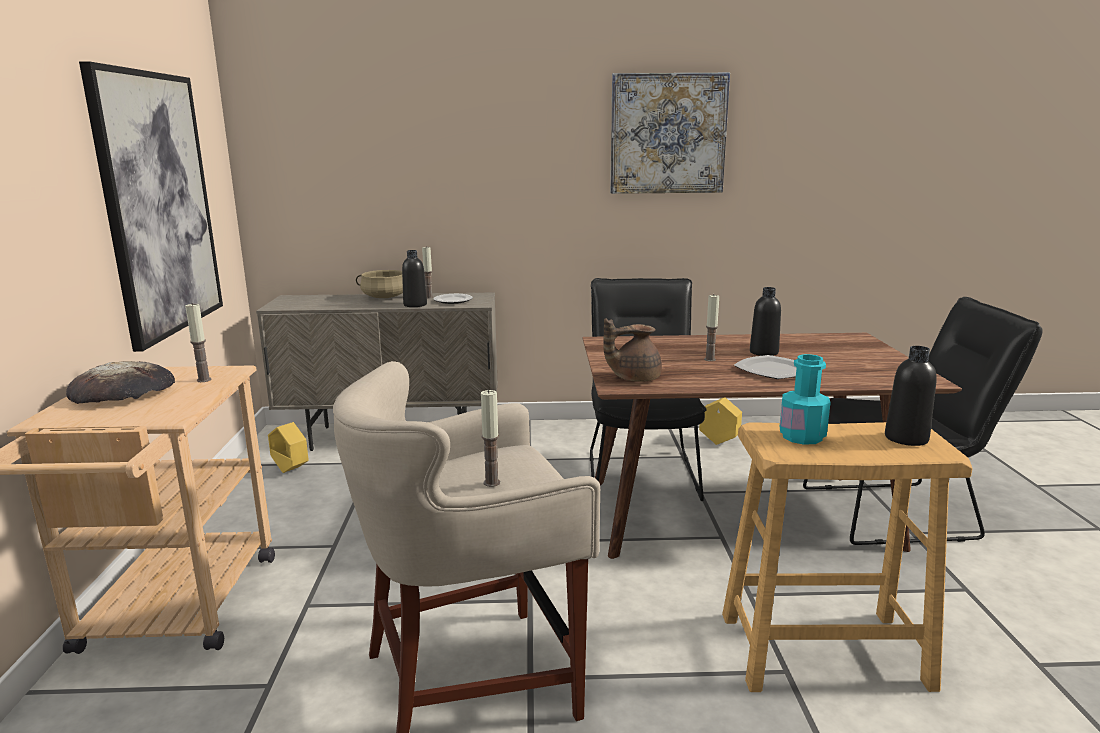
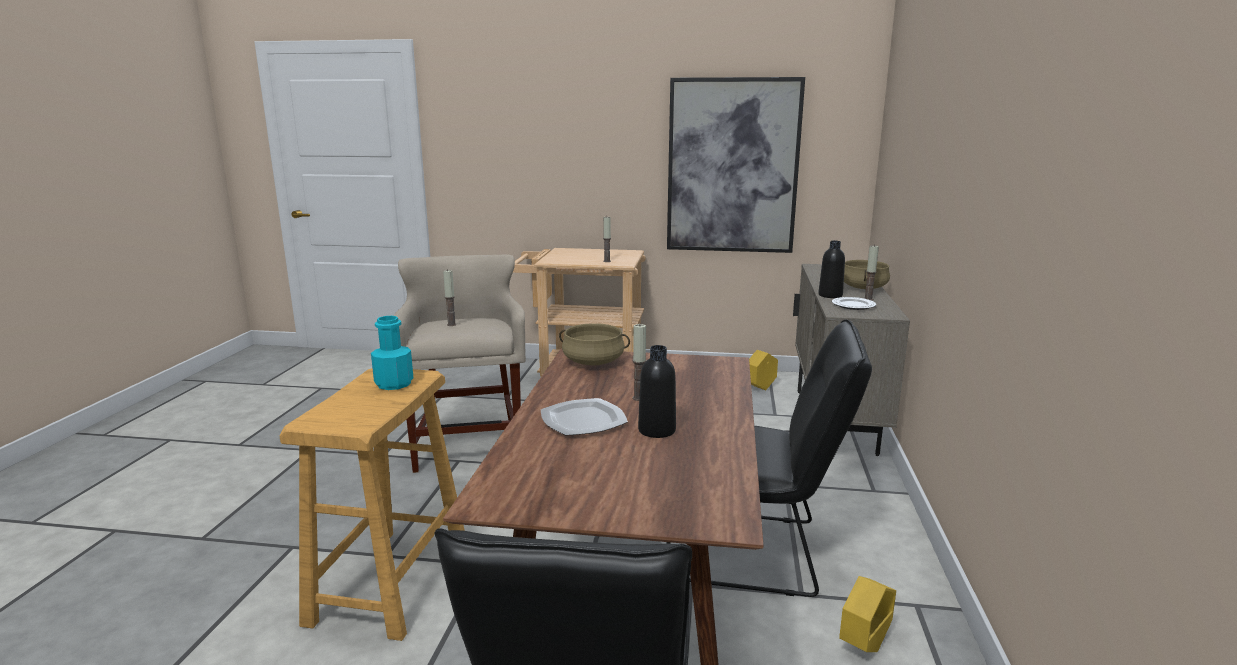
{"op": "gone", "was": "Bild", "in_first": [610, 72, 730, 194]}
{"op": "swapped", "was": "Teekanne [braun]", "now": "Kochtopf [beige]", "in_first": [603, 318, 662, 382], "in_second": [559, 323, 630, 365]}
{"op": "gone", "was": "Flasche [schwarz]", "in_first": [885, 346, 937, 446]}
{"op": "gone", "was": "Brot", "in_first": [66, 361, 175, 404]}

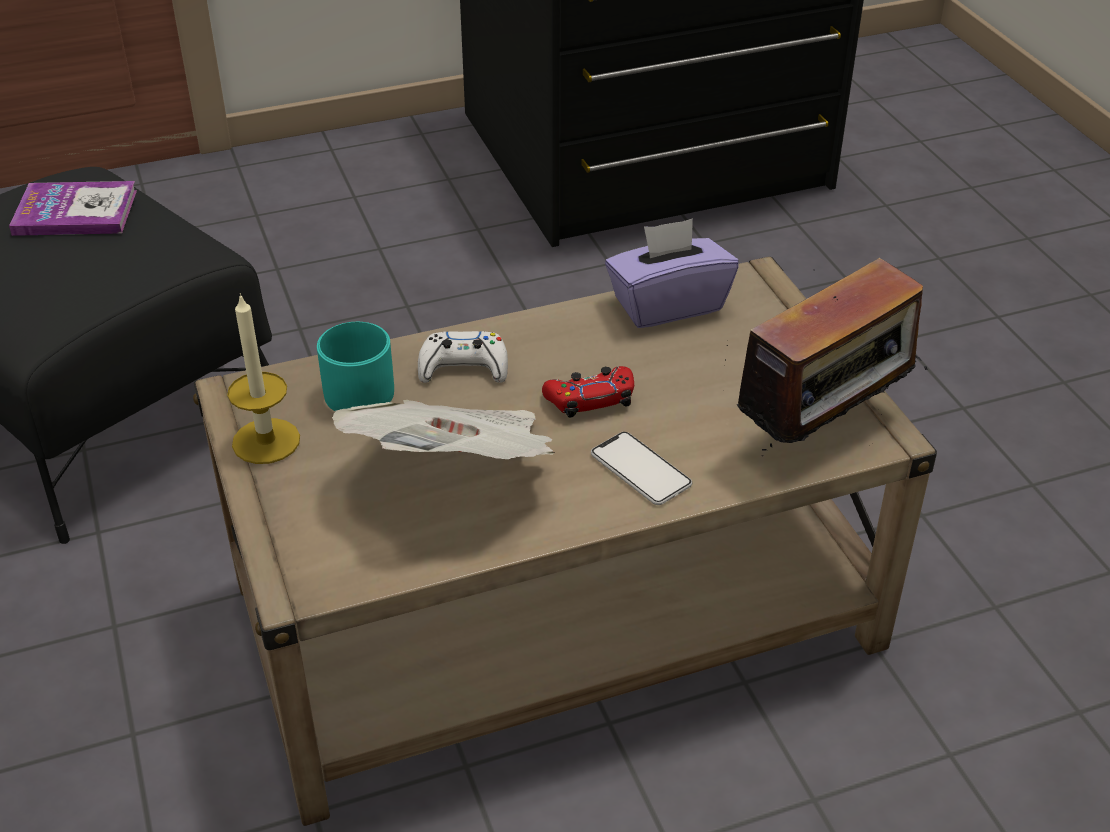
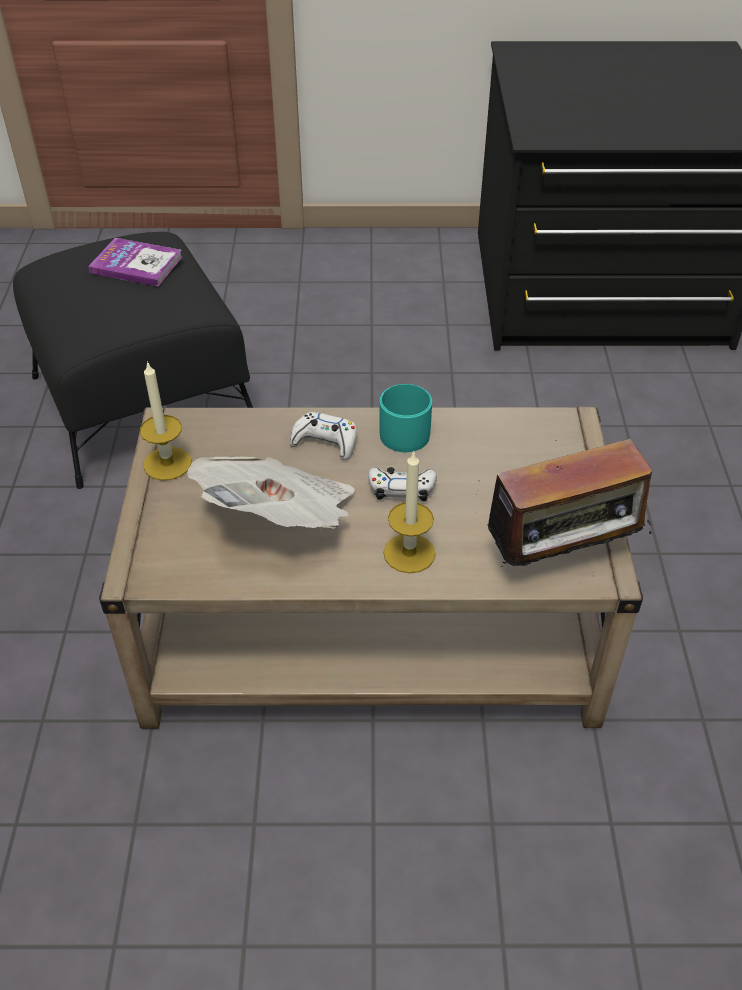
{"op": "gone", "was": "Taschentuchbox [lila]", "in_first": [605, 219, 739, 328]}
{"op": "shifted", "was": "Henkelbecher [türkis]", "in_first": [317, 322, 394, 411], "in_second": [379, 384, 432, 452]}
{"op": "repainted", "was": "Gamepad [rot]", "now": "Gamepad [weiß]", "in_first": [542, 366, 634, 418], "in_second": [368, 467, 437, 501]}
{"op": "swapped", "was": "Handy", "now": "Kerze", "in_first": [591, 432, 692, 505], "in_second": [383, 450, 436, 573]}

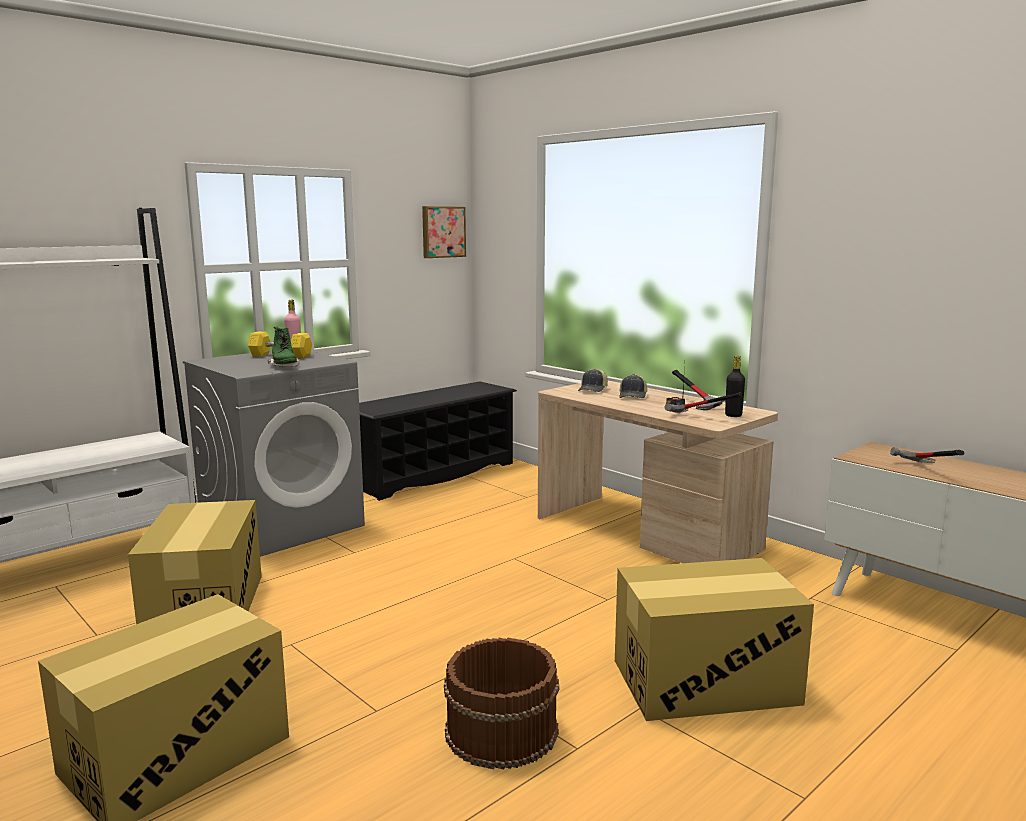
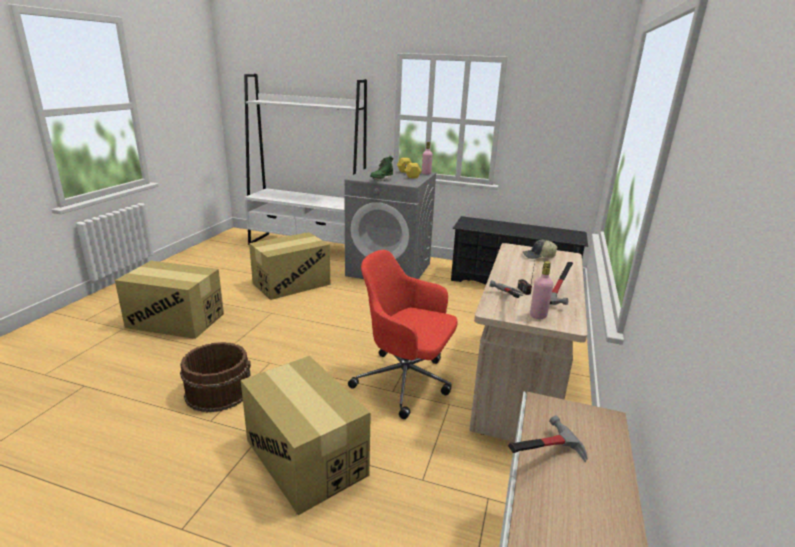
{"op": "gone", "was": "Bild", "in_first": [422, 206, 466, 258]}
{"op": "repainted", "was": "Flasche [schwarz]", "now": "Flasche [rosa]", "in_first": [725, 356, 745, 417], "in_second": [530, 261, 553, 319]}
{"op": "gone", "was": "Kappe", "in_first": [619, 374, 647, 398]}
{"op": "new", "now": "Bürostuhl [rot]", "in_second": [348, 250, 458, 419]}

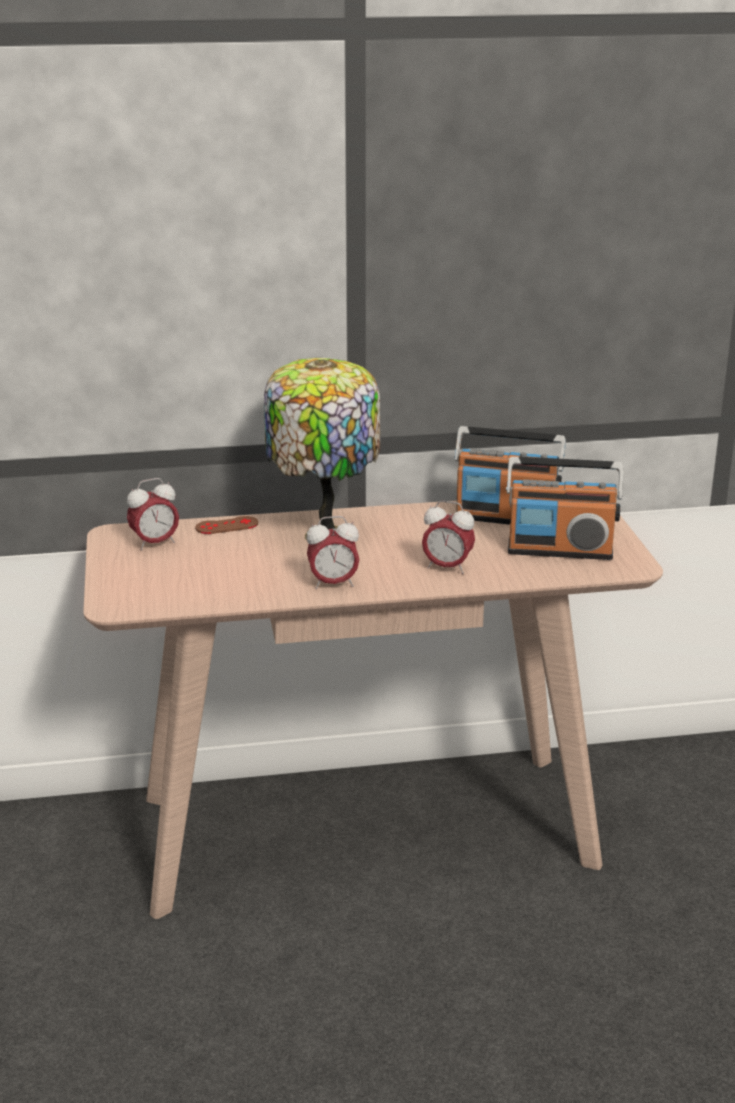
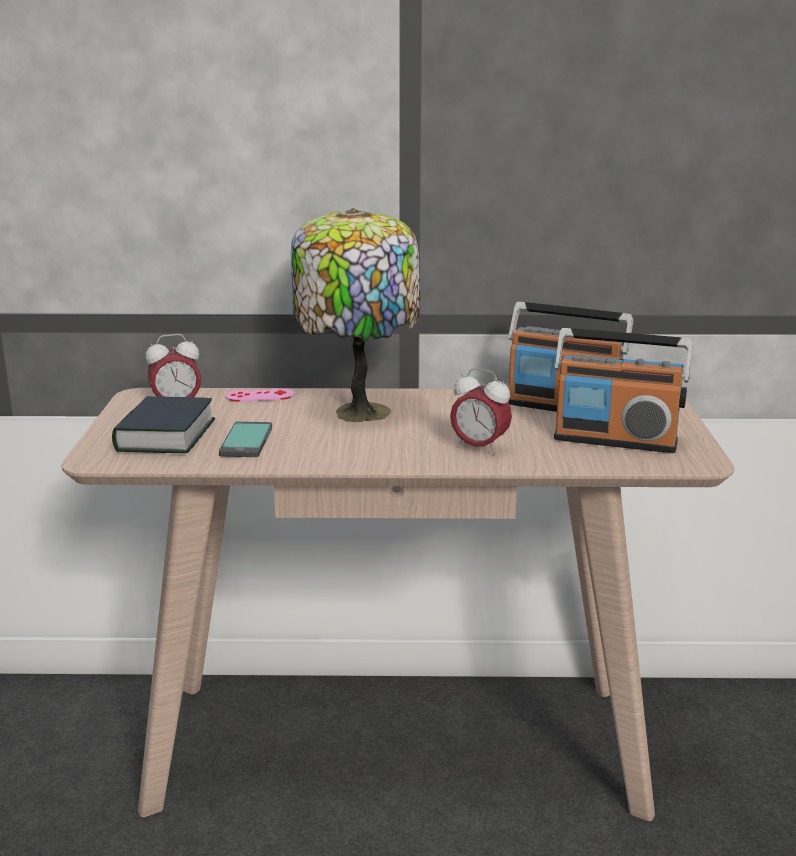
{"op": "repainted", "was": "Gamepad [braun]", "now": "Gamepad [rosa]", "in_first": [195, 516, 258, 534], "in_second": [226, 388, 294, 402]}
{"op": "gone", "was": "Wecker", "in_first": [306, 516, 359, 589]}
{"op": "new", "now": "Buch", "in_second": [112, 396, 215, 453]}
{"op": "new", "now": "Handy", "in_second": [219, 421, 272, 457]}

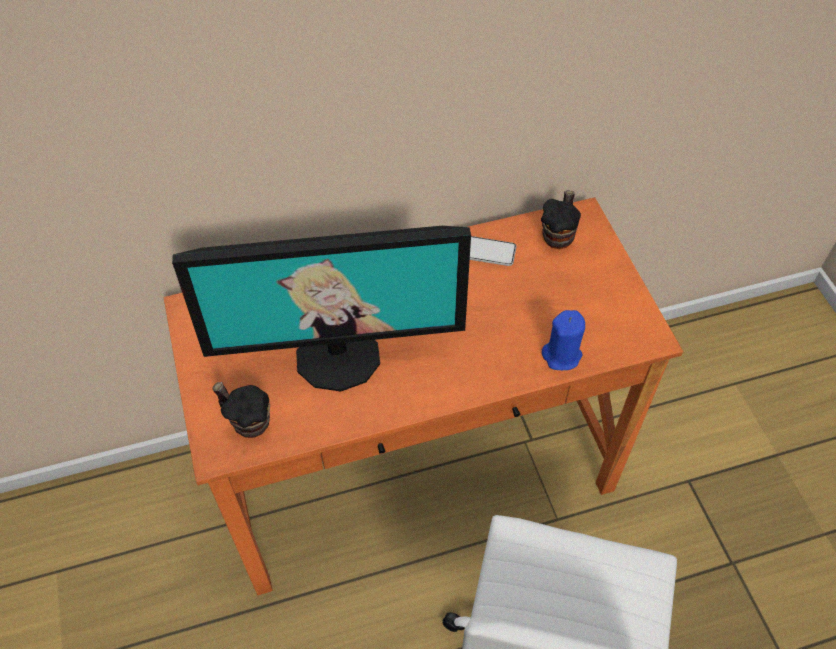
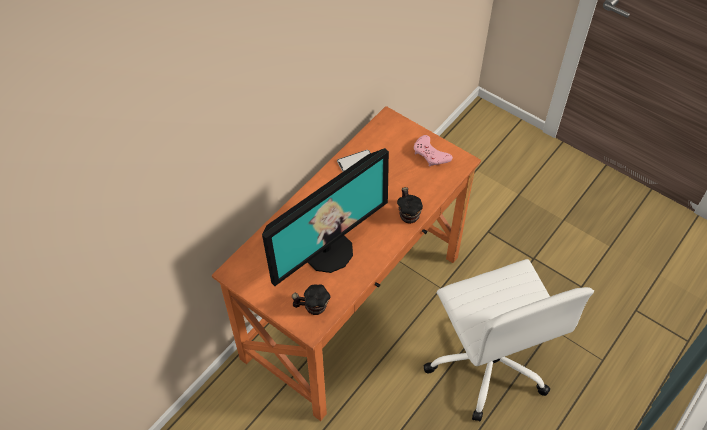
{"op": "shifted", "was": "Henkelbecher", "in_first": [541, 190, 581, 249], "in_second": [397, 187, 423, 224]}
{"op": "gone", "was": "Kerze [blau]", "in_first": [542, 310, 585, 370]}
{"op": "new", "now": "Gamepad [rosa]", "in_second": [414, 135, 453, 167]}

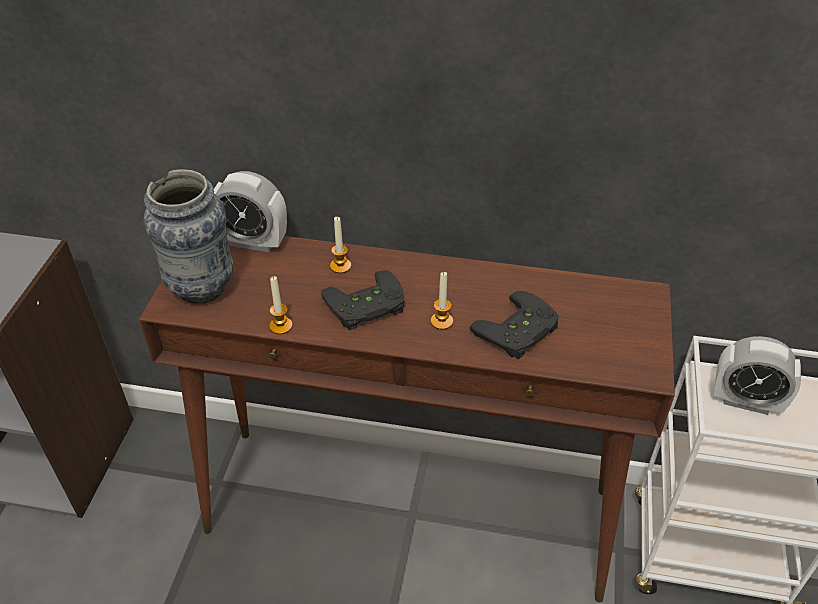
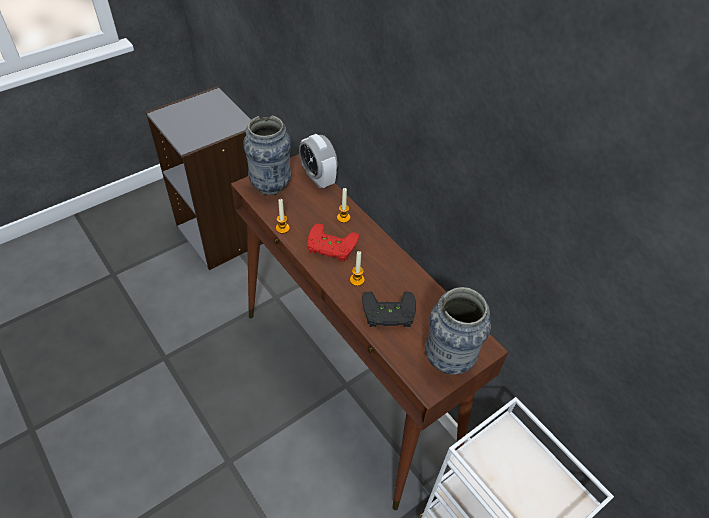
{"op": "repainted", "was": "Gamepad [schwarz]", "now": "Gamepad [rot]", "in_first": [321, 270, 405, 330], "in_second": [308, 224, 359, 262]}
{"op": "gone", "was": "Wecker", "in_first": [714, 336, 801, 415]}
{"op": "new", "now": "Vase", "in_second": [425, 287, 491, 375]}

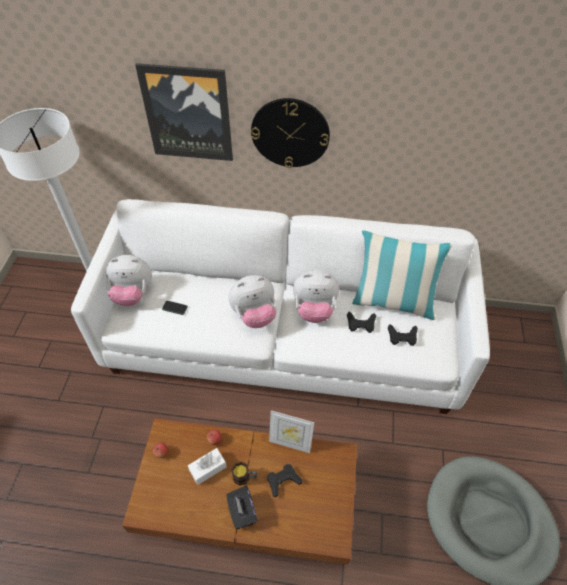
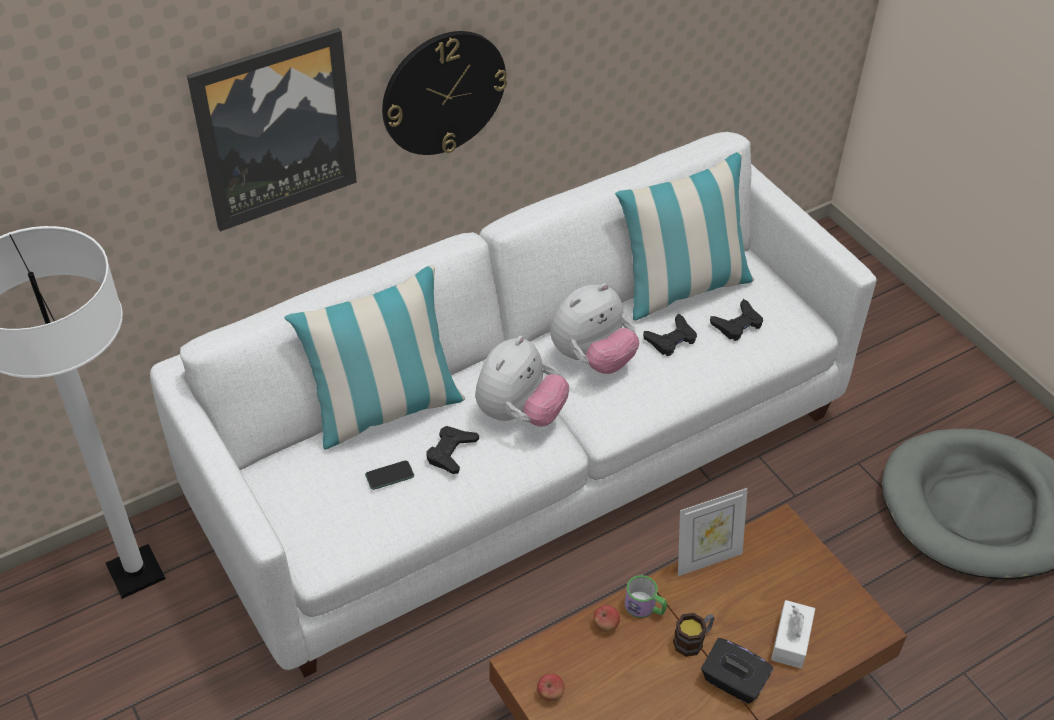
{"op": "gone", "was": "Plüschtier", "in_first": [106, 255, 152, 306]}
{"op": "shifted", "was": "Taschentuchbox [weiß]", "in_first": [188, 448, 227, 485], "in_second": [771, 600, 815, 669]}
{"op": "shifted", "was": "Gamepad [schwarz]", "in_first": [267, 464, 302, 498], "in_second": [427, 426, 479, 474]}
{"op": "new", "now": "Kissen", "in_second": [284, 265, 465, 450]}
{"op": "new", "now": "Henkelbecher", "in_second": [625, 575, 667, 618]}

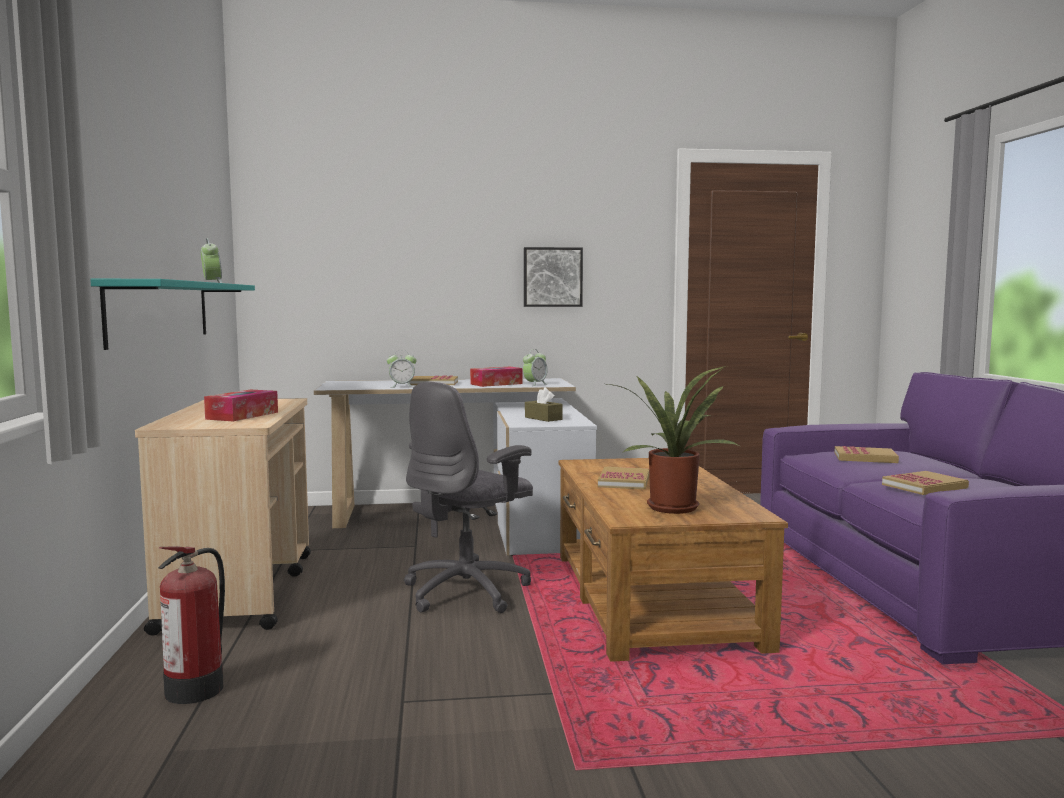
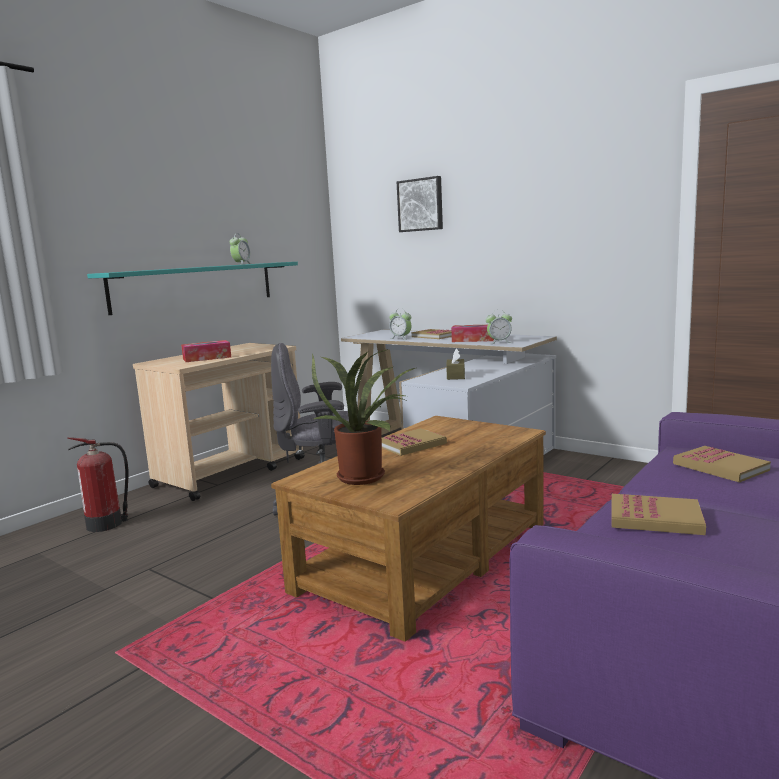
{"op": "shifted", "was": "Bild", "in_first": [524, 247, 583, 307], "in_second": [397, 176, 443, 232]}

